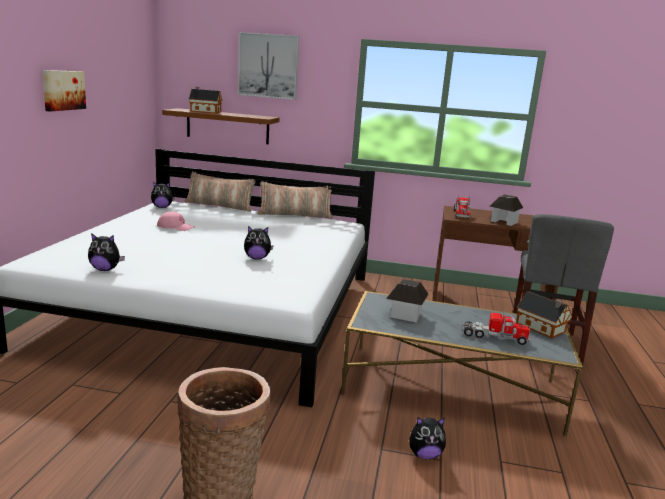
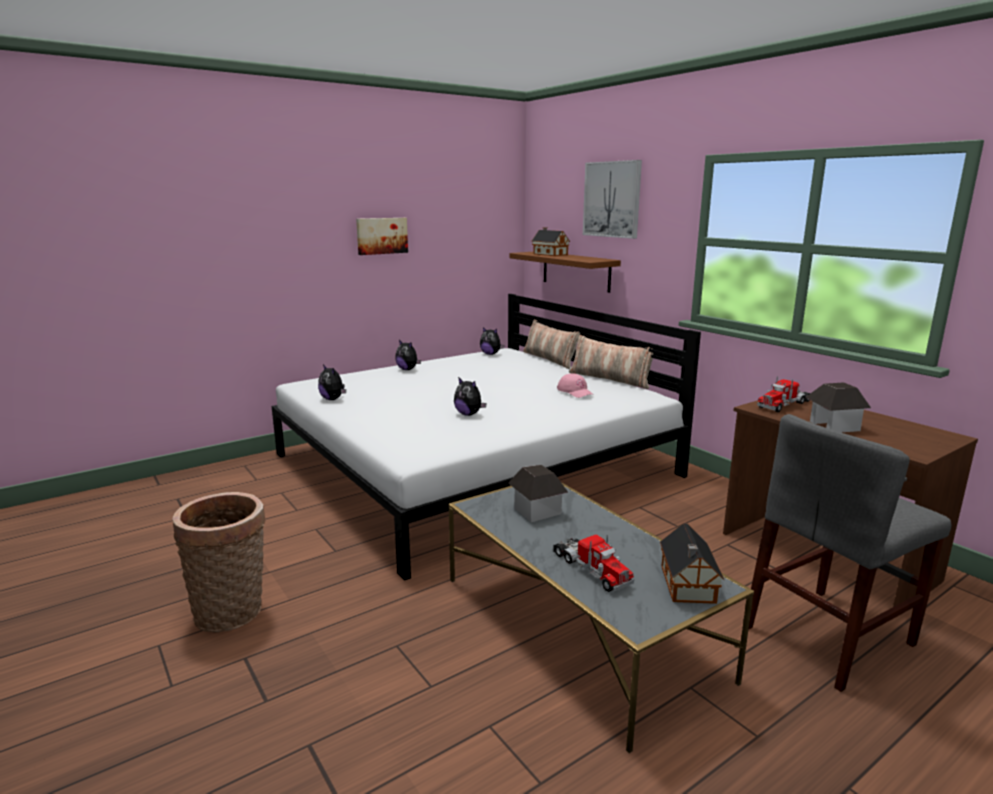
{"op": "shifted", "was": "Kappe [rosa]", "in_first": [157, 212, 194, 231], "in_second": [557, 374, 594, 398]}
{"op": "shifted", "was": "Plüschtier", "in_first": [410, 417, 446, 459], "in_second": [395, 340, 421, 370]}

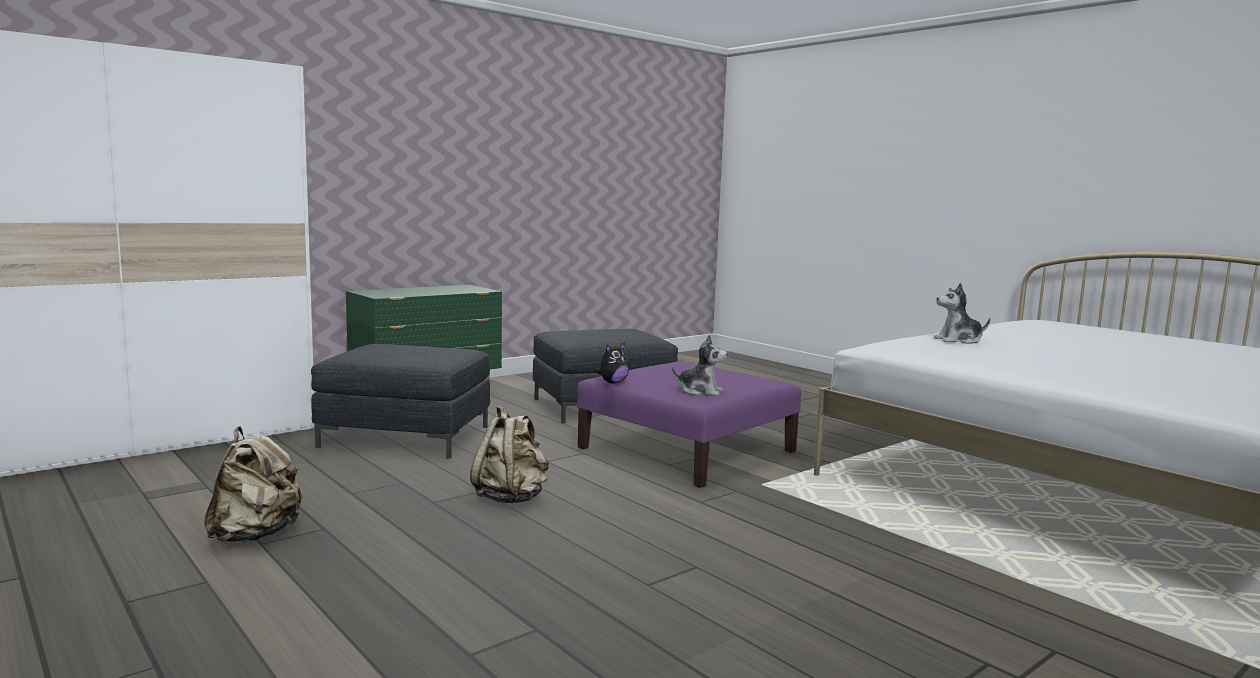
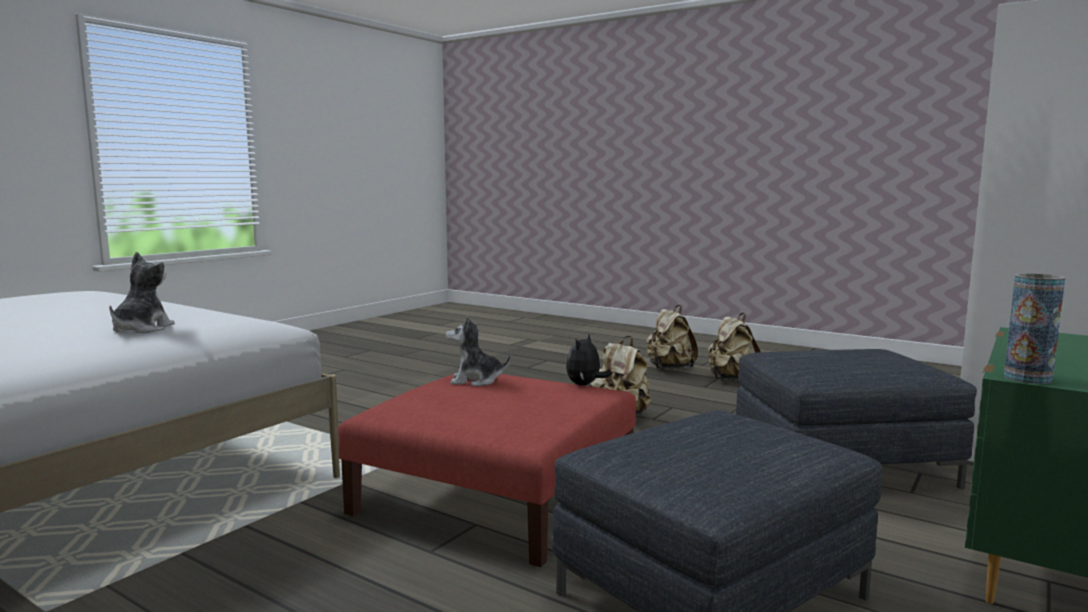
{"op": "rotated", "was": "Plüschtier", "in_first": [934, 283, 990, 344], "in_second": [109, 252, 175, 333], "clockwise": -60}
{"op": "repainted", "was": "Polsterhocker [lila]", "now": "Polsterhocker [rot]", "in_first": [577, 361, 802, 488], "in_second": [338, 374, 636, 567]}
{"op": "new", "now": "Vase", "in_second": [1004, 273, 1065, 384]}
{"op": "new", "now": "Rucksack [beige]", "in_second": [646, 305, 698, 369]}

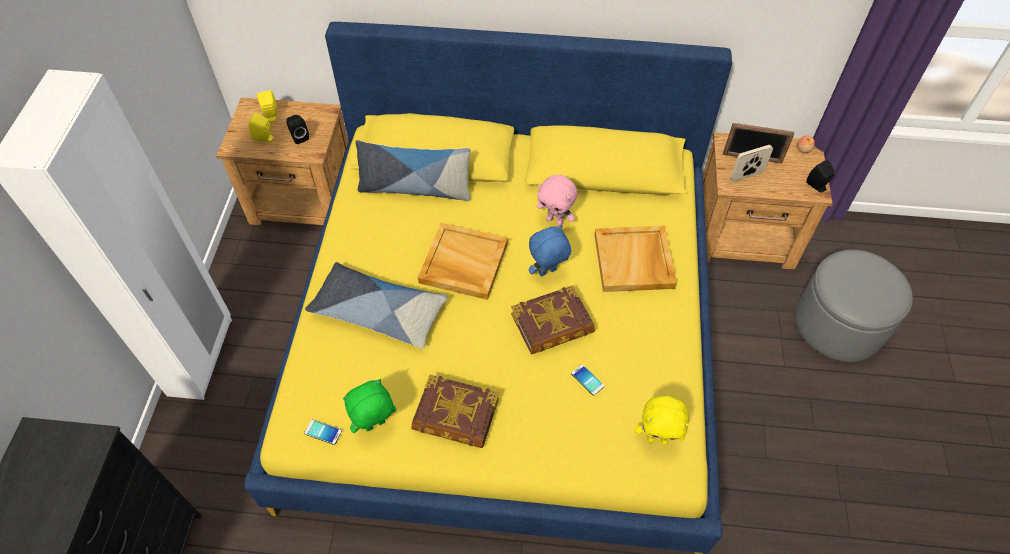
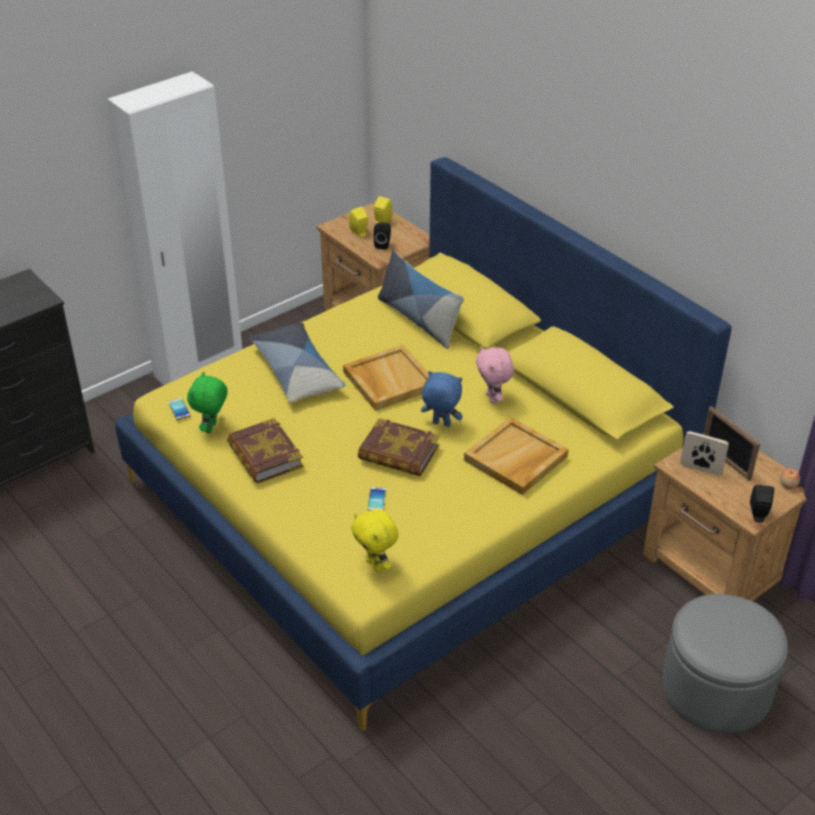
{"op": "rotated", "was": "Plüschtier [grün]", "in_first": [343, 379, 396, 433], "in_second": [187, 371, 228, 433], "clockwise": -90}

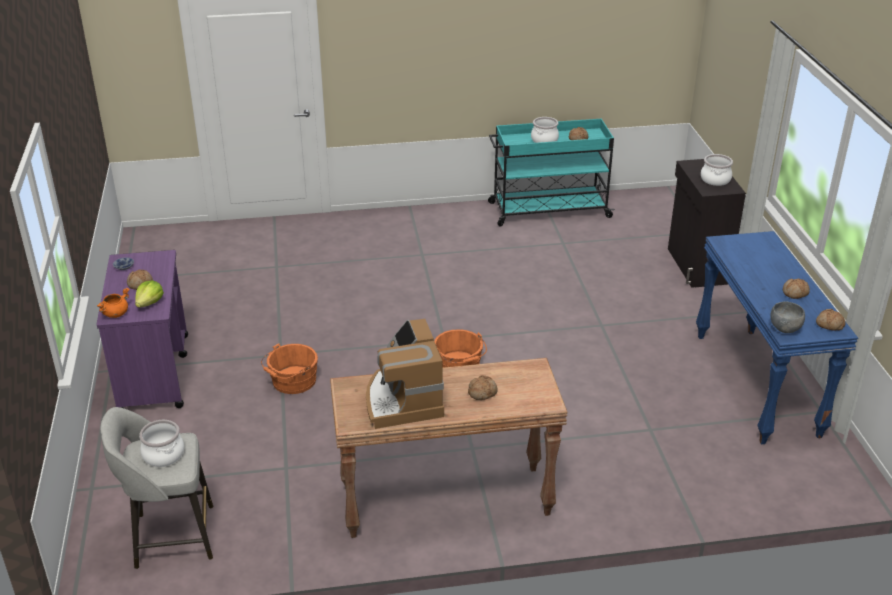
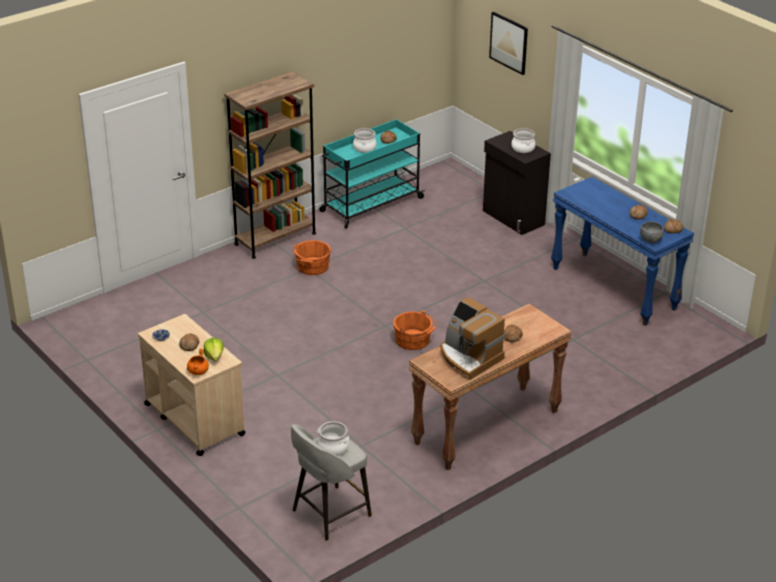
{"op": "repainted", "was": "Rollwagen [lila]", "now": "Rollwagen [beige]", "in_first": [96, 250, 188, 408], "in_second": [138, 314, 246, 456]}
{"op": "shifted", "was": "Eimer [orange]", "in_first": [261, 343, 318, 394], "in_second": [293, 240, 331, 275]}
{"op": "new", "now": "Bild", "in_second": [489, 12, 528, 75]}
{"op": "new", "now": "Bücherregal [braun]", "in_second": [224, 71, 316, 259]}

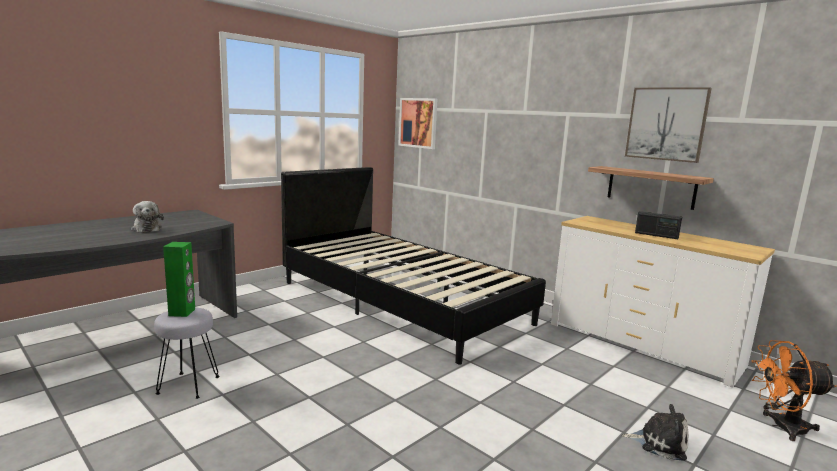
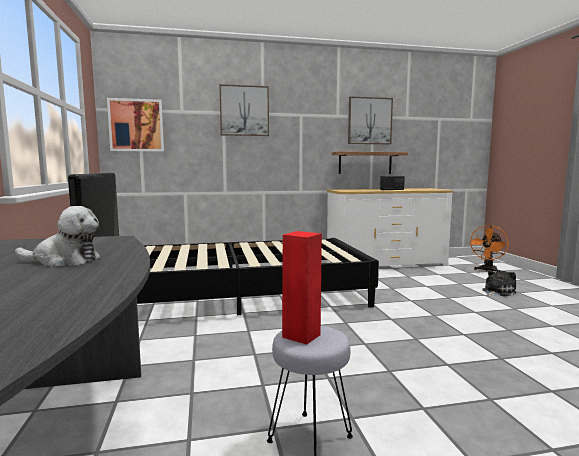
{"op": "repainted", "was": "Lautsprecher [grün]", "now": "Lautsprecher [rot]", "in_first": [163, 242, 195, 317], "in_second": [282, 231, 322, 345]}
{"op": "new", "now": "Bild", "in_second": [219, 84, 269, 136]}

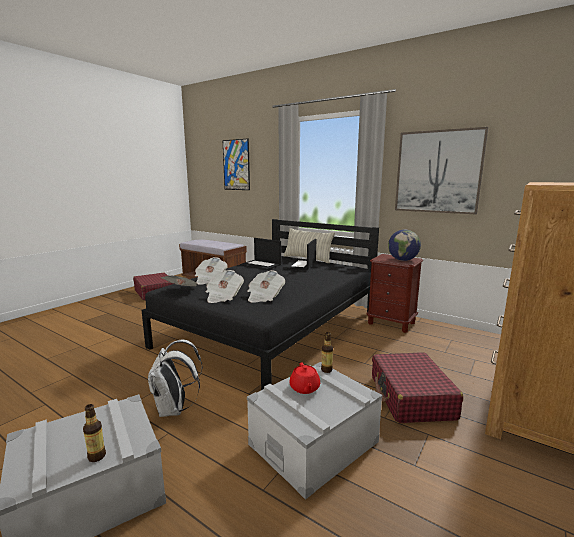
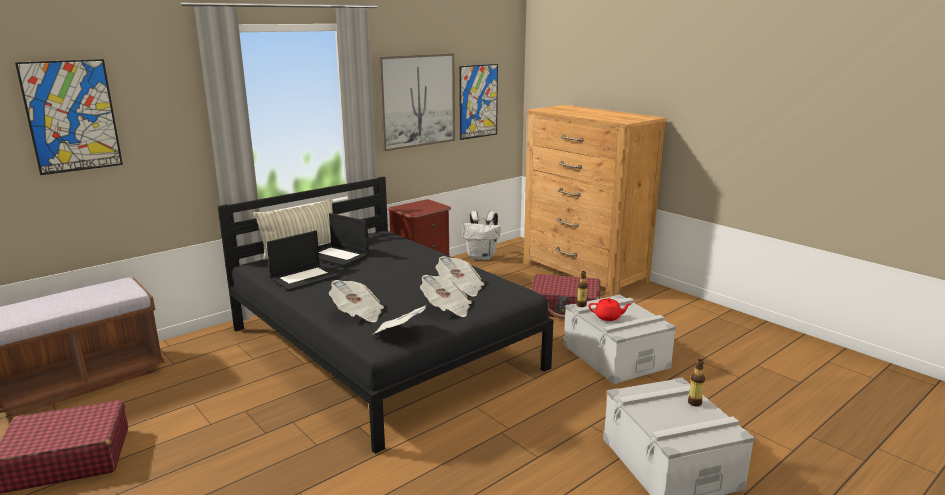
{"op": "gone", "was": "Globus", "in_first": [388, 230, 421, 261]}
{"op": "shifted", "was": "Rucksack [weiß]", "in_first": [148, 340, 203, 417], "in_second": [463, 211, 501, 260]}
{"op": "new", "now": "Bild", "in_second": [459, 64, 498, 140]}

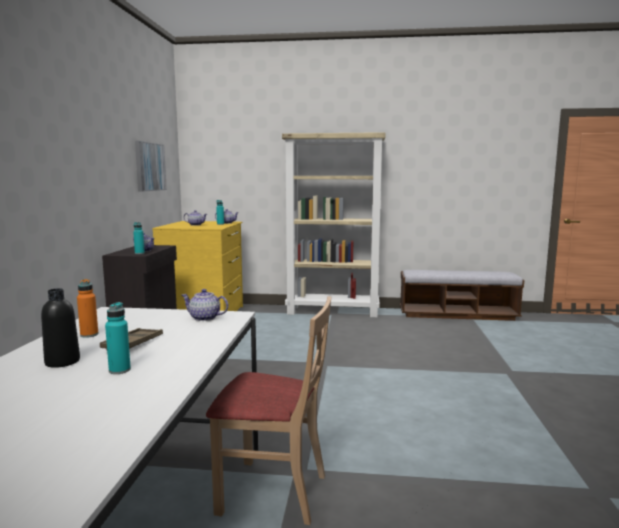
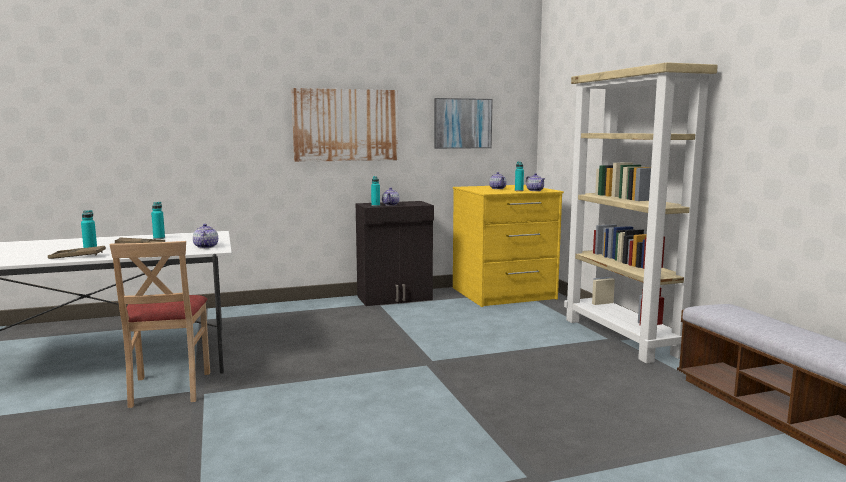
{"op": "repainted", "was": "Flasche [orange]", "now": "Flasche [türkis]", "in_first": [77, 279, 98, 338], "in_second": [151, 202, 165, 239]}
{"op": "gone", "was": "Flasche [schwarz]", "in_first": [41, 288, 80, 368]}
{"op": "new", "now": "Bild", "in_second": [291, 88, 398, 162]}
{"op": "new", "now": "Tablett [braun]", "in_second": [48, 246, 106, 259]}

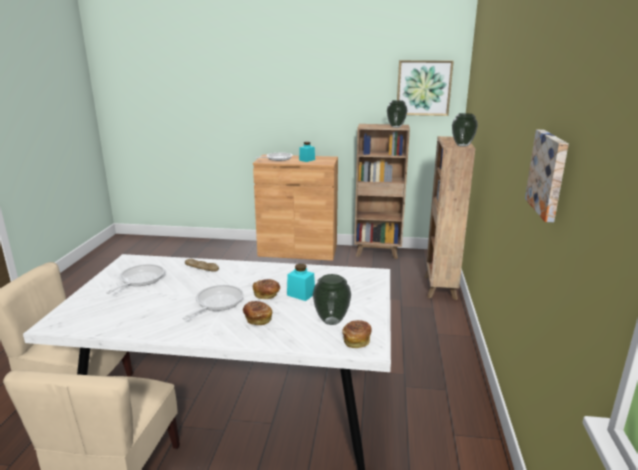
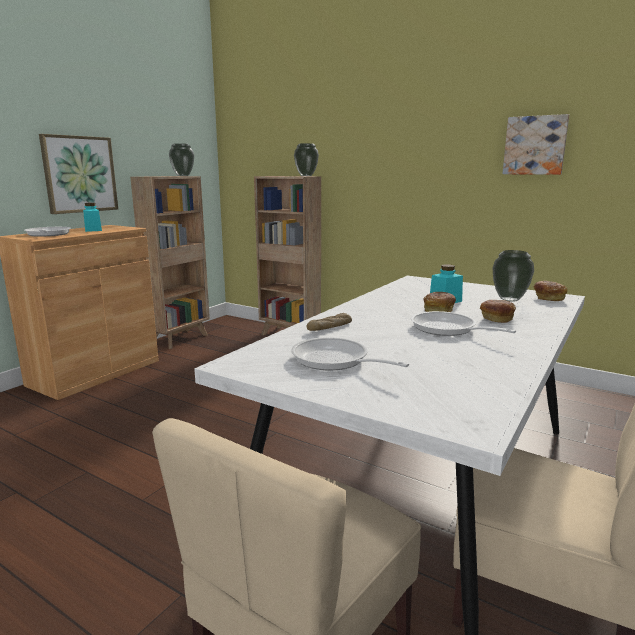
{"op": "shifted", "was": "Bild", "in_first": [397, 60, 454, 116], "in_second": [39, 134, 118, 214]}

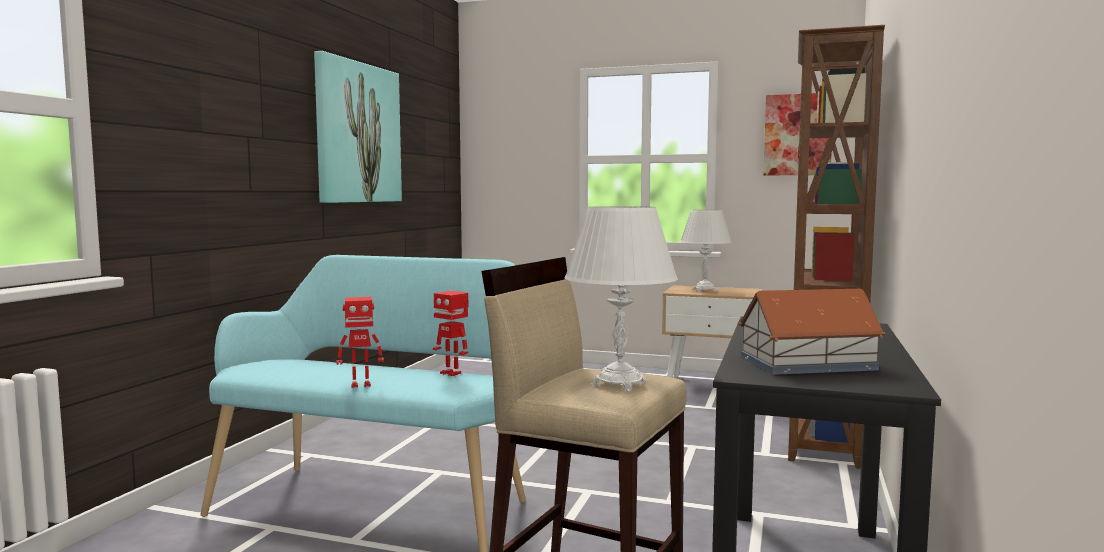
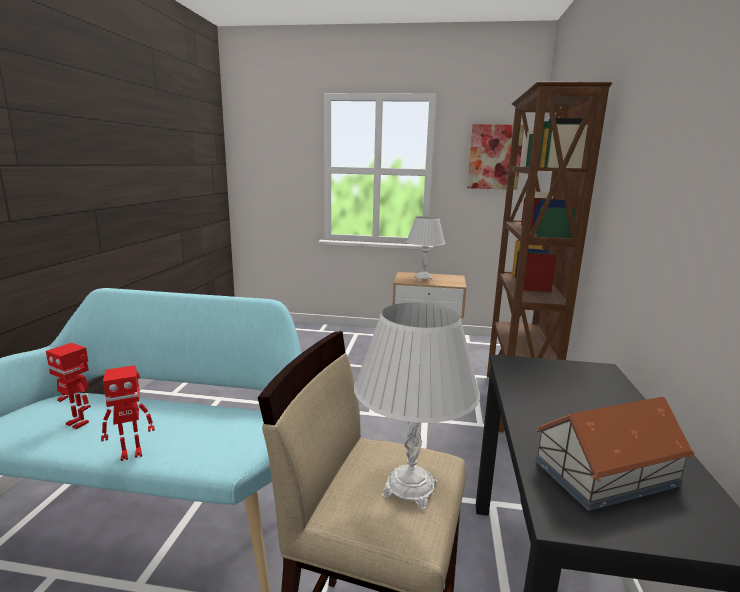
{"op": "gone", "was": "Bild", "in_first": [314, 51, 402, 203]}
{"op": "shifted", "was": "Spielzeugroboter", "in_first": [433, 291, 469, 376], "in_second": [46, 343, 91, 429]}

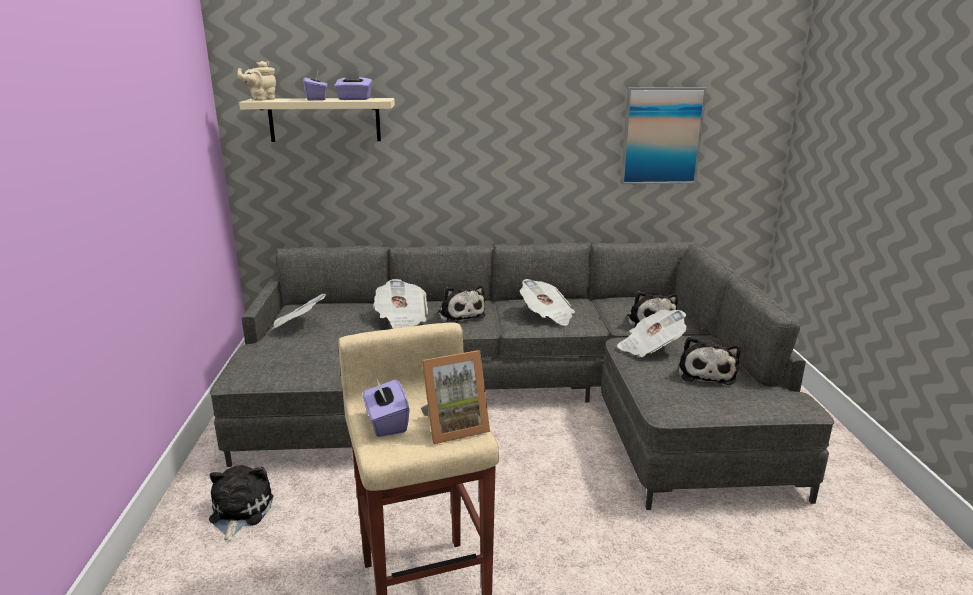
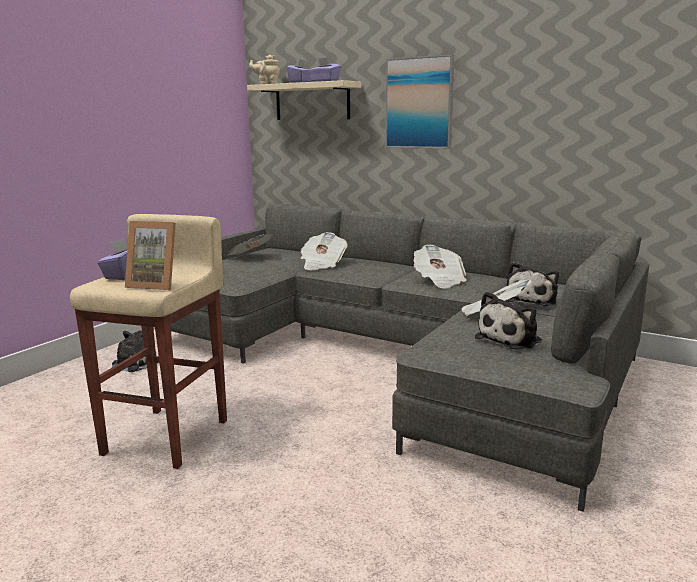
{"op": "shifted", "was": "Bild", "in_first": [621, 87, 707, 184], "in_second": [385, 54, 454, 149]}
{"op": "gone", "was": "Plüschtier", "in_first": [438, 285, 486, 323]}

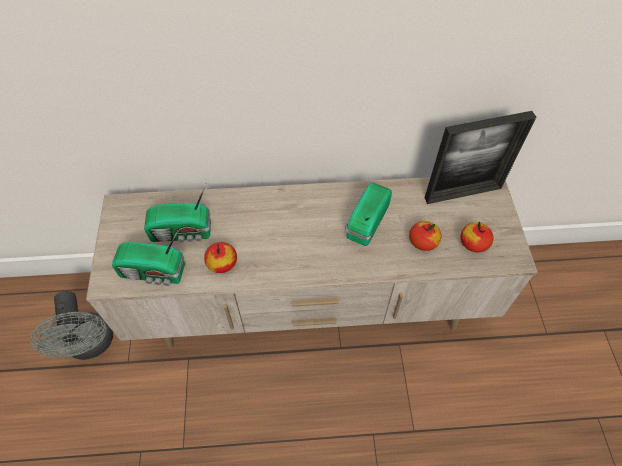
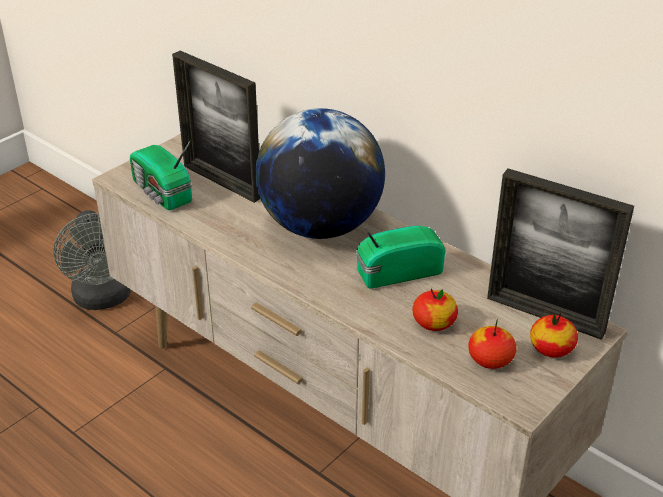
{"op": "swapped", "was": "Radio", "now": "Bilderrahmen", "in_first": [144, 184, 211, 243], "in_second": [172, 51, 260, 203]}
{"op": "shifted", "was": "Apfel", "in_first": [204, 242, 237, 273], "in_second": [530, 313, 578, 358]}
{"op": "rotated", "was": "Ventilator [grau]", "in_first": [31, 291, 113, 360], "in_second": [53, 210, 131, 310], "clockwise": -45}
{"op": "new", "now": "Globus", "in_second": [255, 108, 385, 239]}

